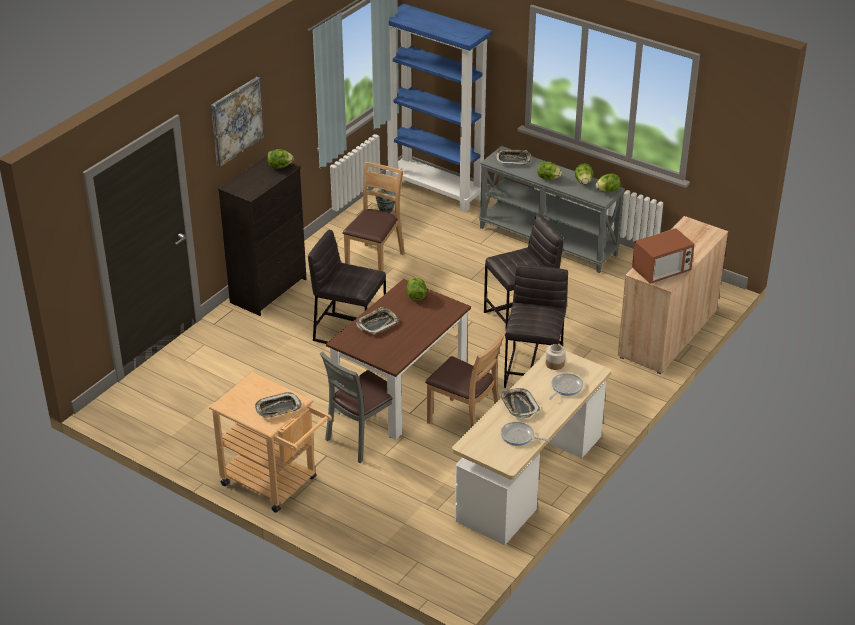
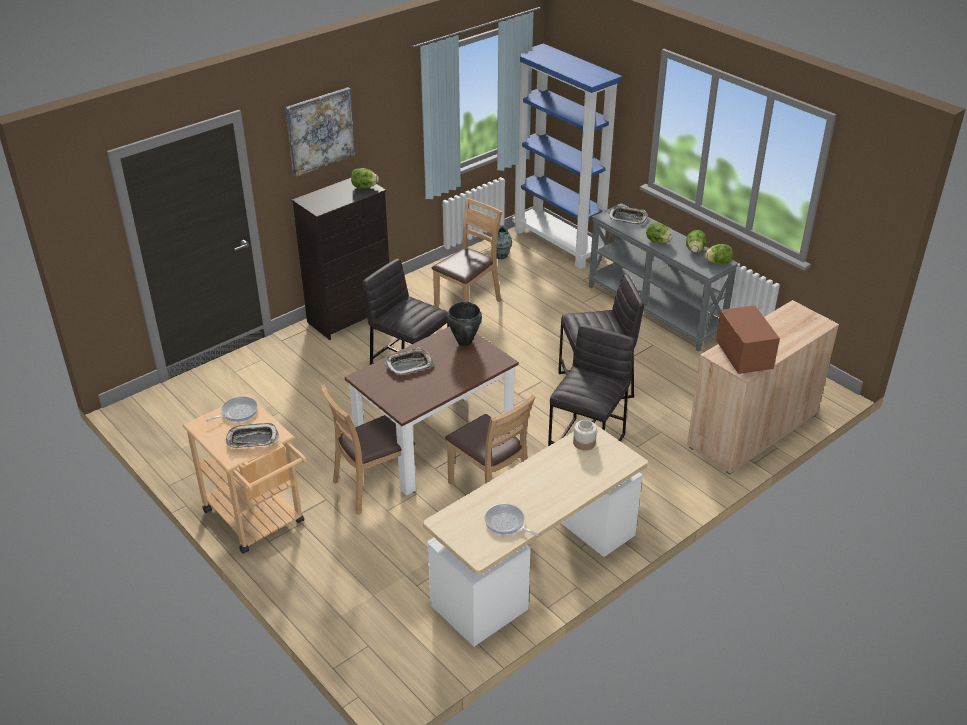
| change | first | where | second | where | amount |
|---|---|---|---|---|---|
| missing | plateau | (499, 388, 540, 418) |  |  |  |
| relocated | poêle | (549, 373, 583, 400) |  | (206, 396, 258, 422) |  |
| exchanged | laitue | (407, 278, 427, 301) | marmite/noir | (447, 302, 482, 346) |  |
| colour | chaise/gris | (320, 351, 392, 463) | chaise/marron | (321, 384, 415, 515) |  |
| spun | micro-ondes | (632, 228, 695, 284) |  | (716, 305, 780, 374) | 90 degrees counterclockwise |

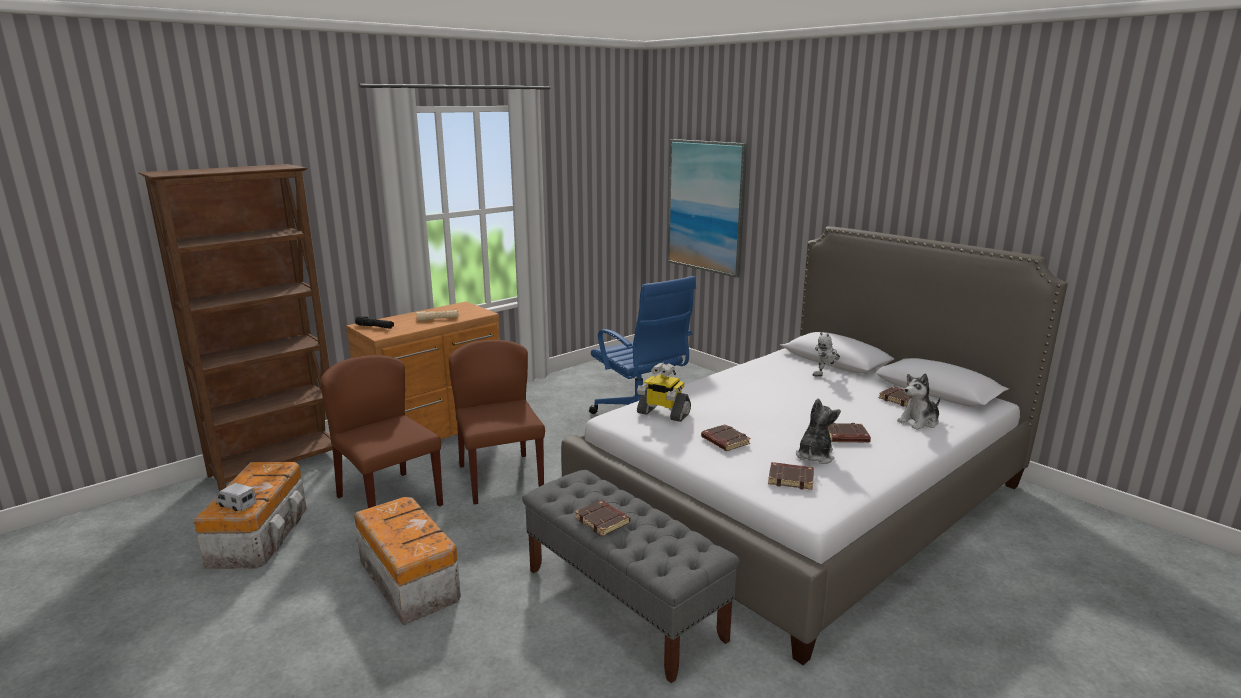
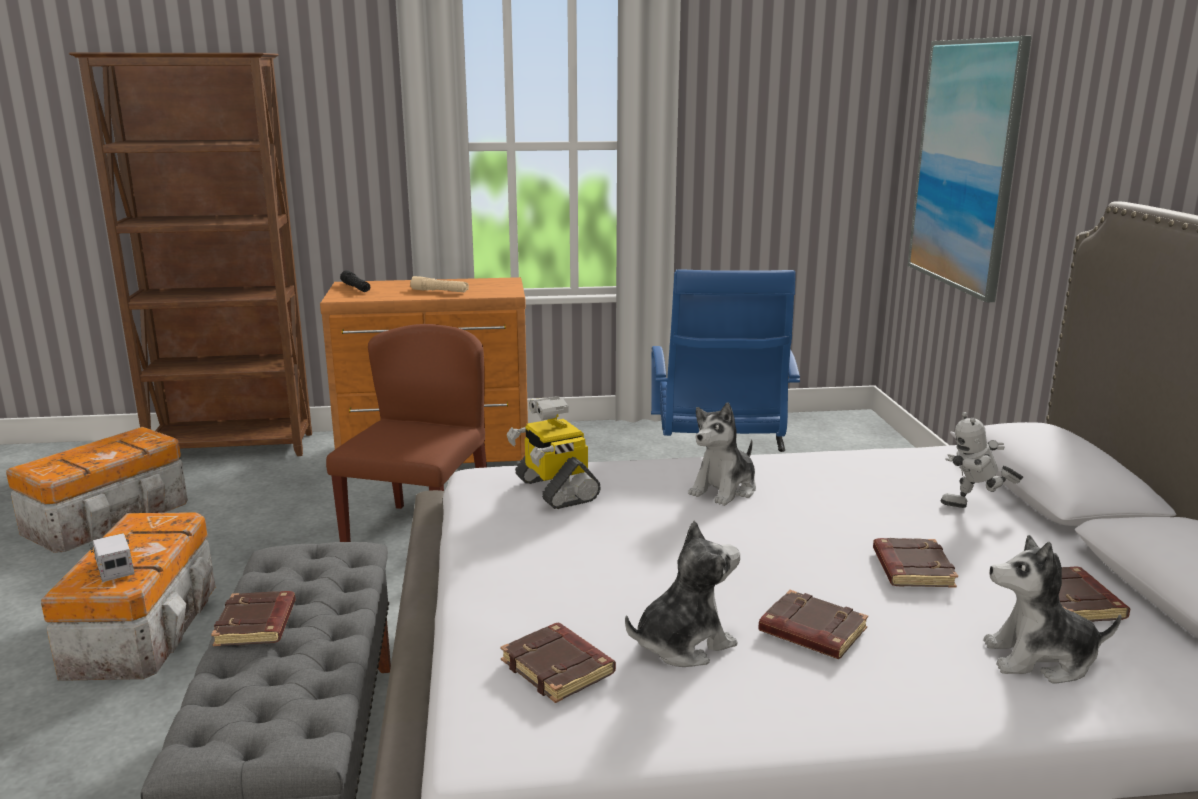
| change | first | where | second | where | amount |
|---|---|---|---|---|---|
| missing | chaise/marron | (321, 355, 443, 508) |  |  |  |
| appeared |  |  | peluche | (688, 403, 756, 506) |  |
| relocated | camion jouet | (215, 483, 257, 512) |  | (90, 533, 135, 582) |  |
| relocated | livre/marron | (701, 424, 751, 451) |  | (873, 538, 958, 588) |  |

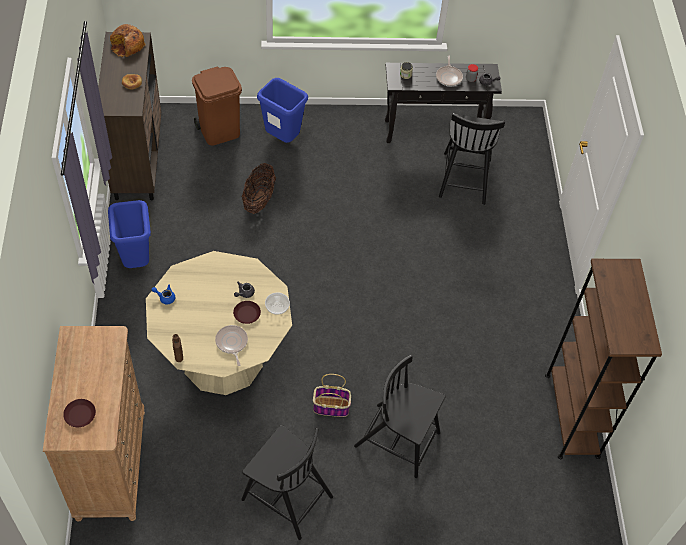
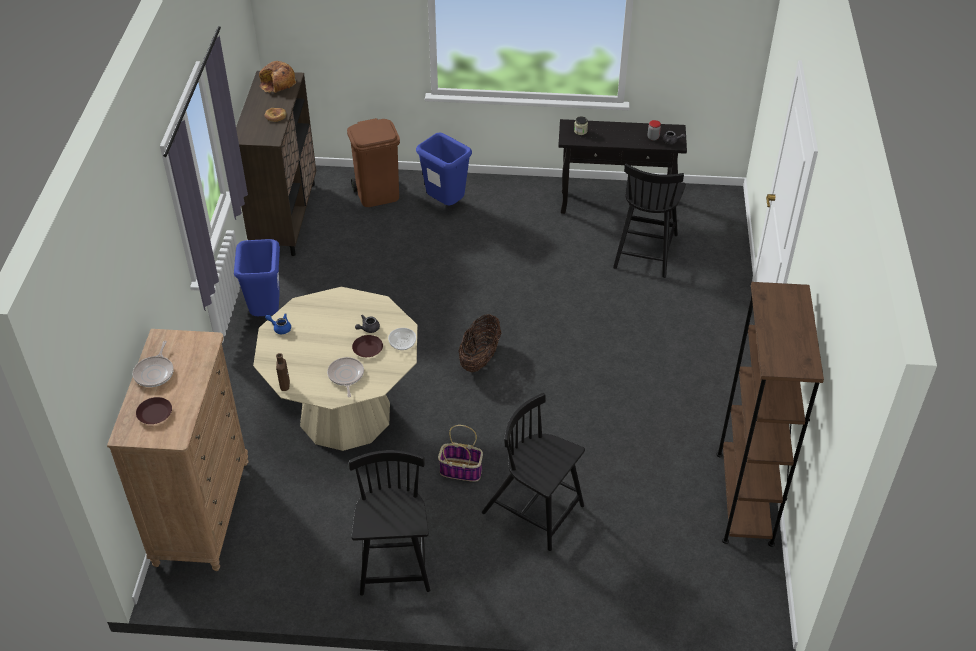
| change | first | where | second | where | amount |
|---|---|---|---|---|---|
| relocated | panier | (242, 163, 276, 214) |  | (458, 314, 501, 372) |  |
| relocated | poêle | (436, 55, 463, 86) |  | (133, 340, 174, 387) |  |
| spun | chaise/noir | (241, 425, 333, 540) |  | (349, 450, 430, 596) | 135 degrees counterclockwise |

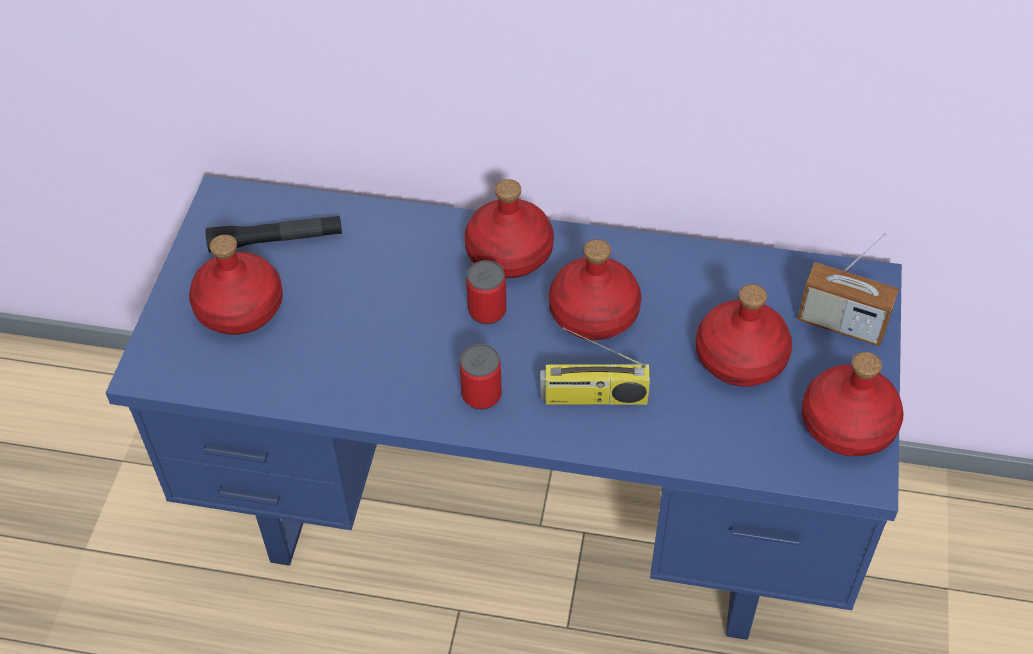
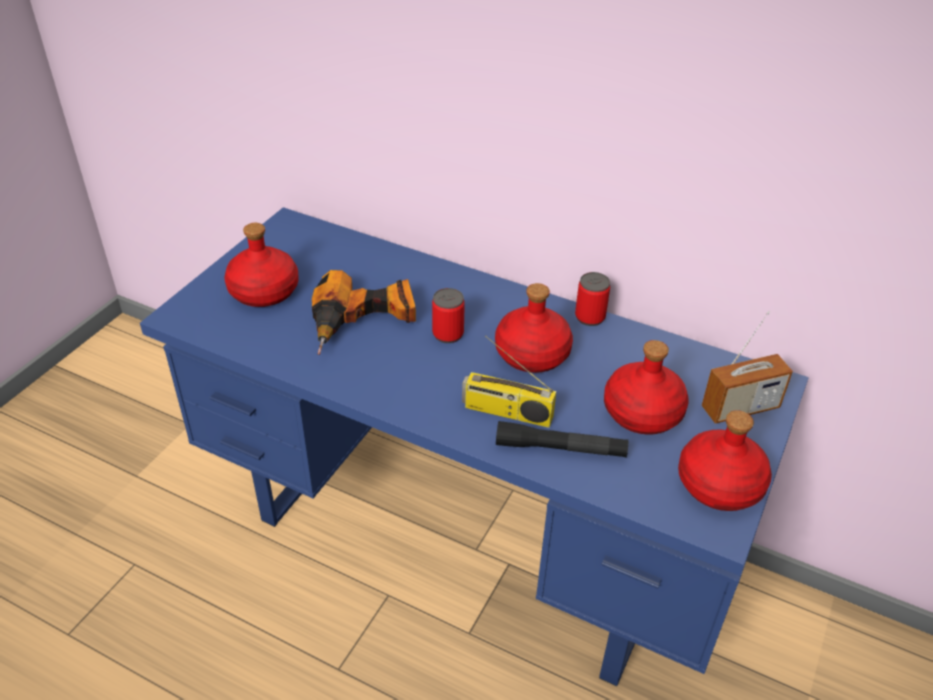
| change | first | where | second | where | amount |
|---|---|---|---|---|---|
| missing | bouteille/rouge | (465, 179, 554, 278) |  |  |  |
| appeared |  |  | perceuse | (312, 270, 416, 355) |  |
| relocated | lampe de poche/noir | (205, 215, 342, 253) |  | (496, 421, 628, 458) |  |
| relocated | boîte métallique | (459, 344, 502, 410) |  | (575, 272, 610, 326) |  |
| spun | radio | (797, 232, 899, 346) |  | (702, 311, 793, 424) | 60 degrees counterclockwise |

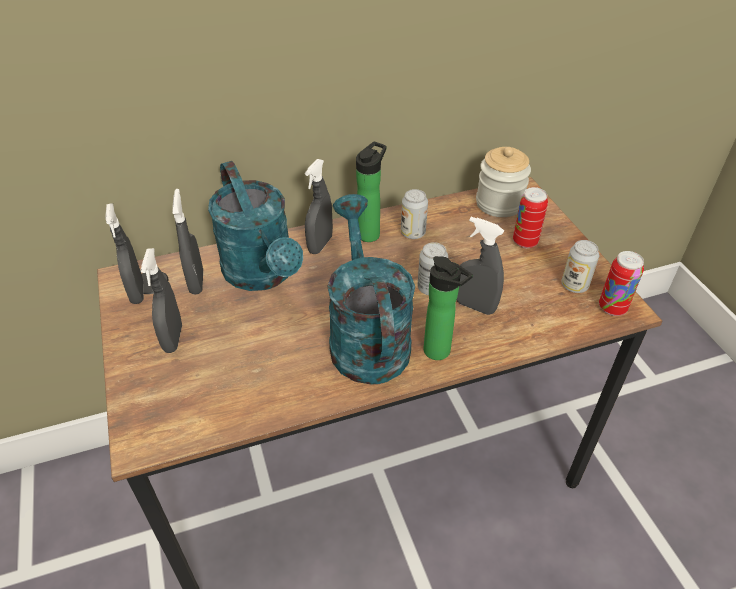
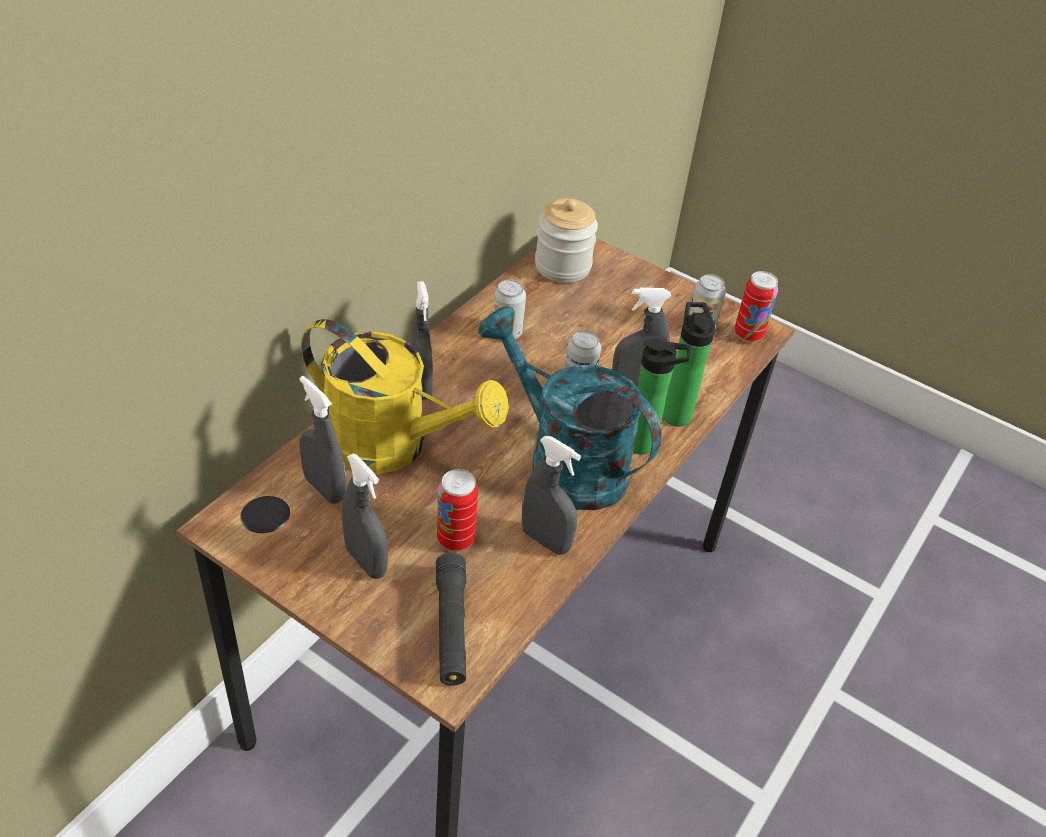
| change | first | where | second | where | amount |
|---|---|---|---|---|---|
| appeared |  |  | lampe de poche/noir | (436, 553, 466, 686) |  |
| relocated | vaporisateur/gris | (105, 204, 144, 304) |  | (522, 436, 581, 555) |  |
| relocated | bouteille | (356, 142, 387, 242) |  | (663, 302, 716, 427) |  |
| relocated | boîte métallique | (513, 187, 548, 248) |  | (437, 469, 478, 551) |  |
| colour | arrosoir/turquoise | (208, 161, 303, 291) | arrosoir/jaune | (301, 319, 509, 474) |  |

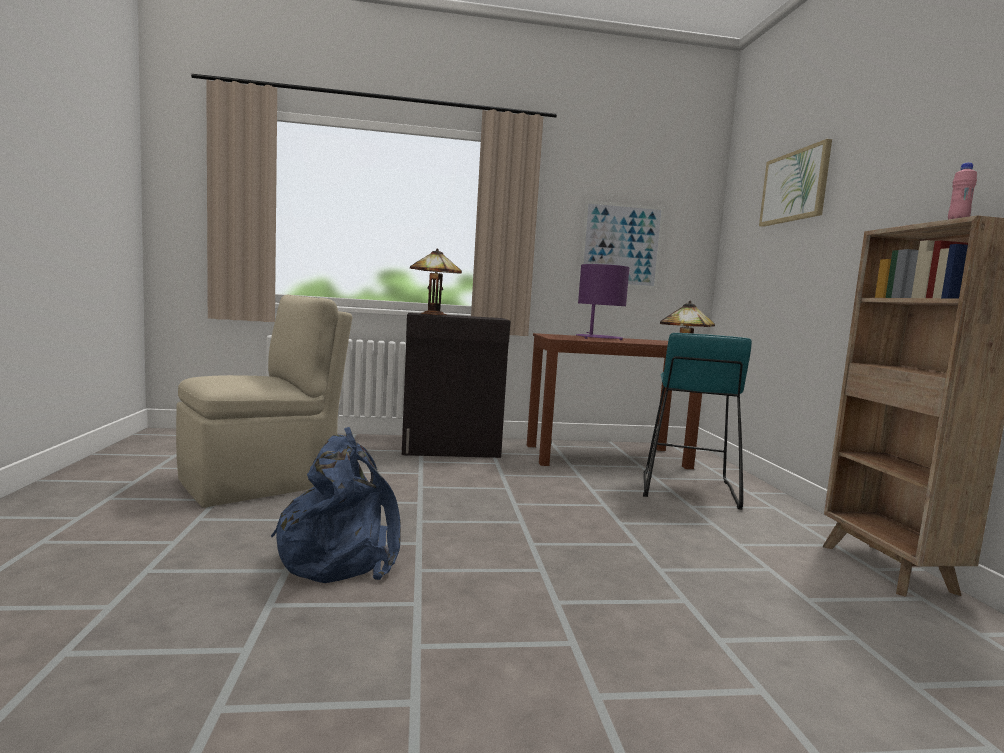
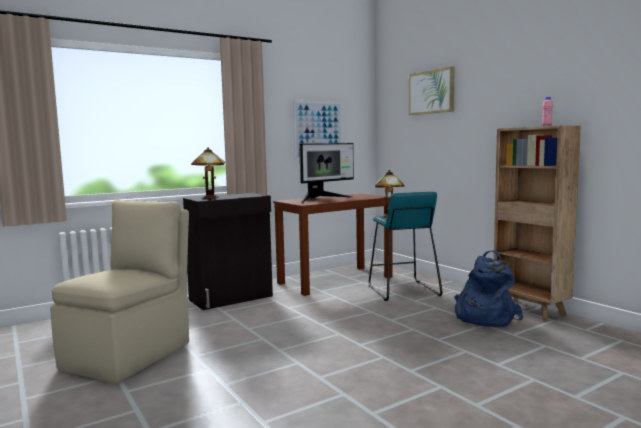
| change | first | where | second | where | amount |
|---|---|---|---|---|---|
| relocated | sac à dos/bleu | (271, 427, 401, 583) |  | (454, 250, 523, 327) |  |
| exchanged | lampe de table/violet | (576, 264, 630, 340) | écran d'ordinateur | (299, 143, 354, 203) |  |

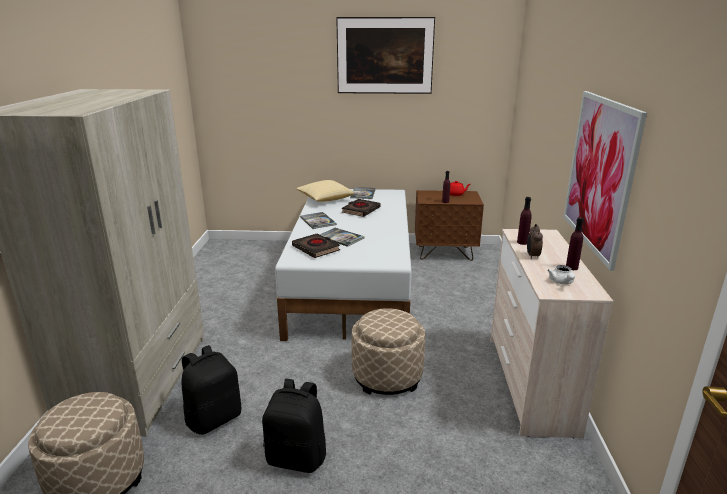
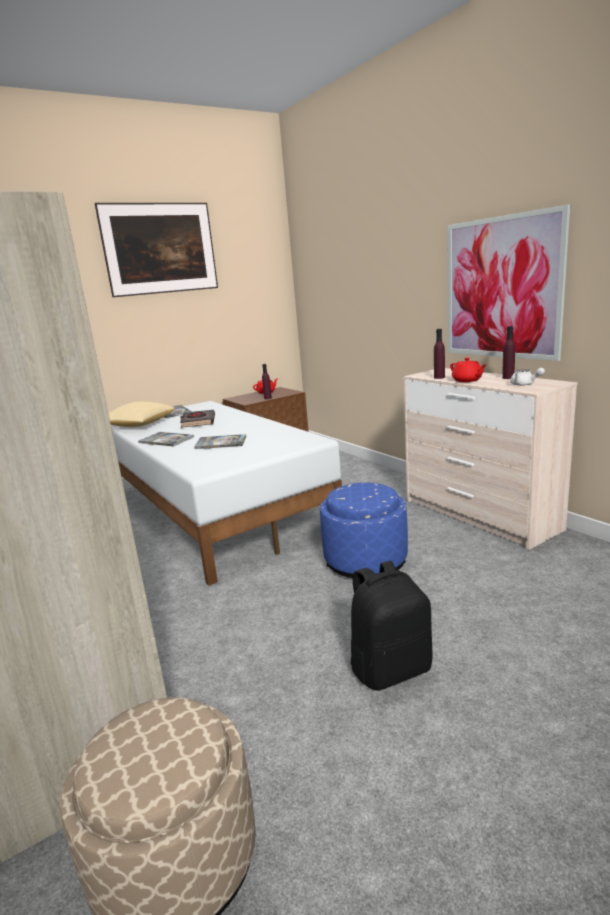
| change | first | where | second | where | amount |
|---|---|---|---|---|---|
| missing | sac à dos/noir | (182, 345, 241, 435) |  |  |  |
| missing | livre/noir | (292, 234, 340, 258) |  |  |  |
| exchanged | réveil | (527, 224, 543, 259) | théière/rouge | (450, 358, 486, 382) |  |
| colour | pouf/beige | (351, 308, 425, 395) | pouf/bleu | (320, 482, 408, 581) |  |

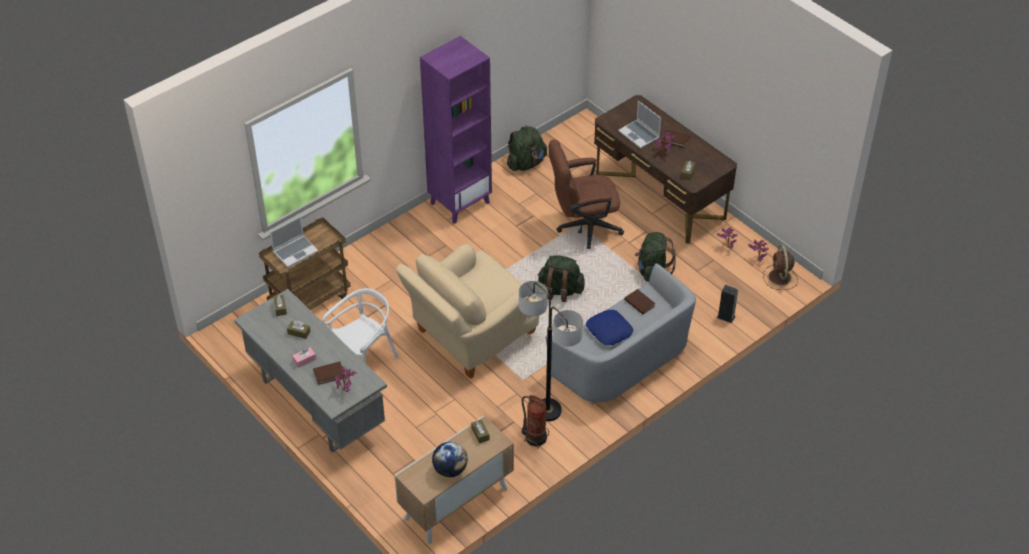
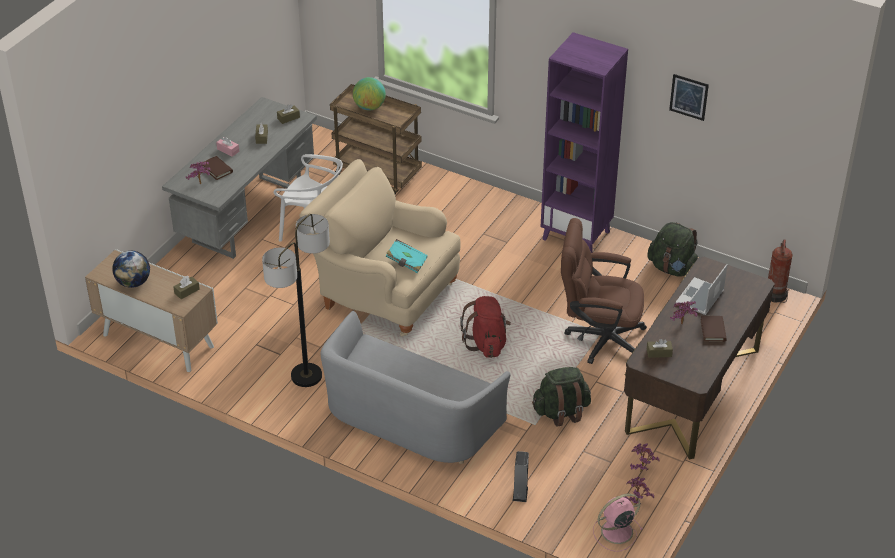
| change | first | where | second | where | amount |
|---|---|---|---|---|---|
| missing | coussin/bleu | (586, 310, 633, 345) |  |  |  |
| missing | livre/marron | (624, 289, 656, 314) |  |  |  |
| appeared |  |  | livre/turquoise | (386, 239, 428, 273) |  |
| appeared |  |  | tableau | (669, 74, 709, 121) |  |
| relocated | extincteur | (522, 395, 549, 448) |  | (768, 239, 793, 303) |  |
| exchanged | ordinateur portable | (270, 216, 318, 267) | globe | (353, 77, 386, 111) |  |
| colour | sac à dos/vert | (537, 255, 585, 302) | sac à dos/rouge | (460, 296, 511, 358) |  |
| colour | ventilateur/marron | (763, 244, 798, 290) | ventilateur/rose | (593, 493, 643, 552) |  |
| spun | chaise de bureau/marron | (549, 139, 624, 249) |  | (561, 218, 647, 364) | 45 degrees counterclockwise |

